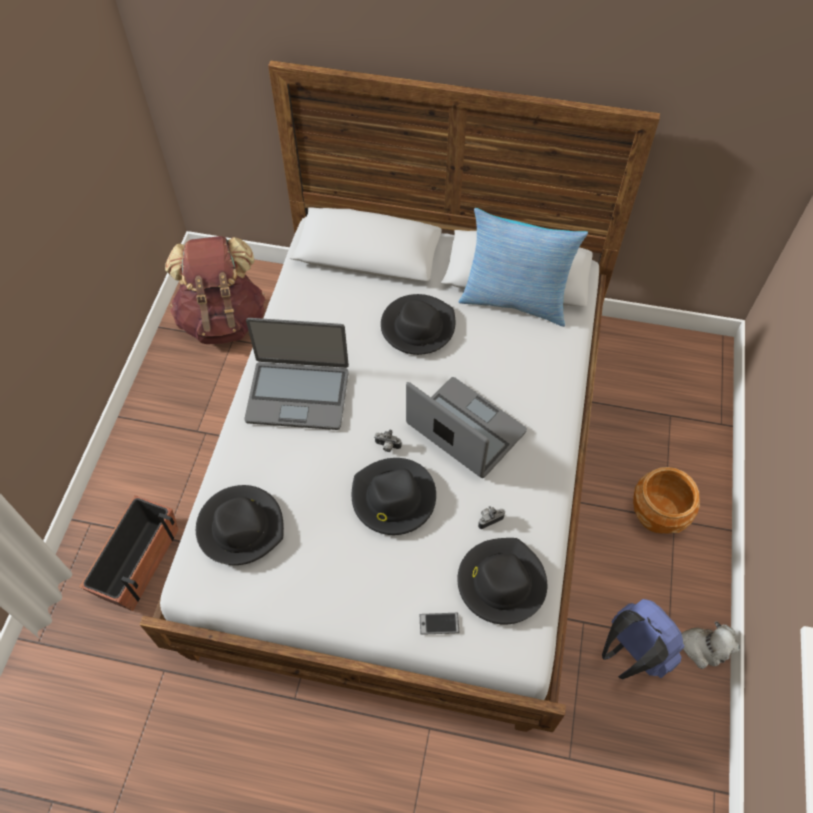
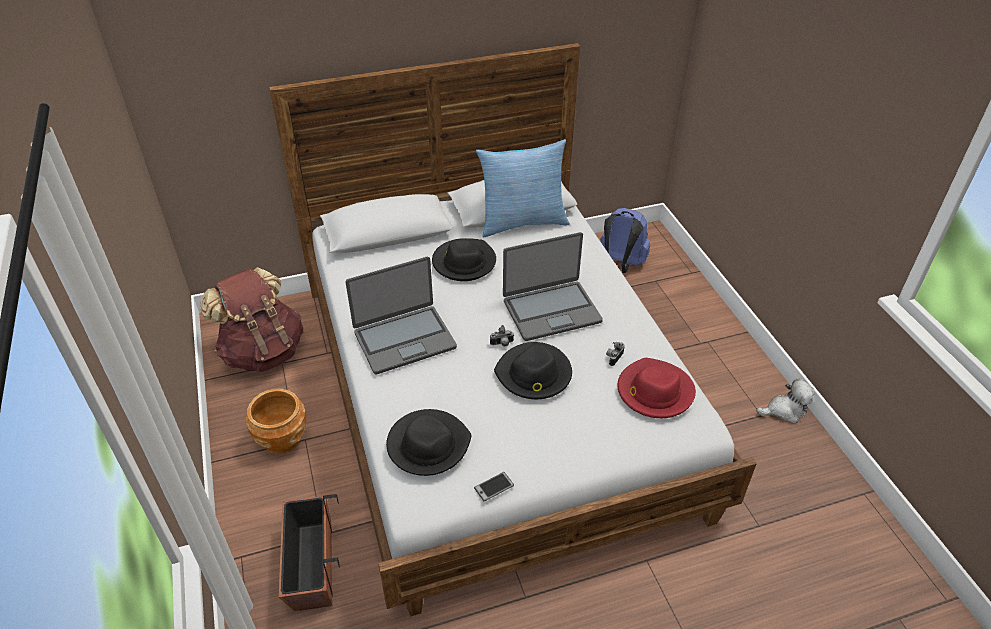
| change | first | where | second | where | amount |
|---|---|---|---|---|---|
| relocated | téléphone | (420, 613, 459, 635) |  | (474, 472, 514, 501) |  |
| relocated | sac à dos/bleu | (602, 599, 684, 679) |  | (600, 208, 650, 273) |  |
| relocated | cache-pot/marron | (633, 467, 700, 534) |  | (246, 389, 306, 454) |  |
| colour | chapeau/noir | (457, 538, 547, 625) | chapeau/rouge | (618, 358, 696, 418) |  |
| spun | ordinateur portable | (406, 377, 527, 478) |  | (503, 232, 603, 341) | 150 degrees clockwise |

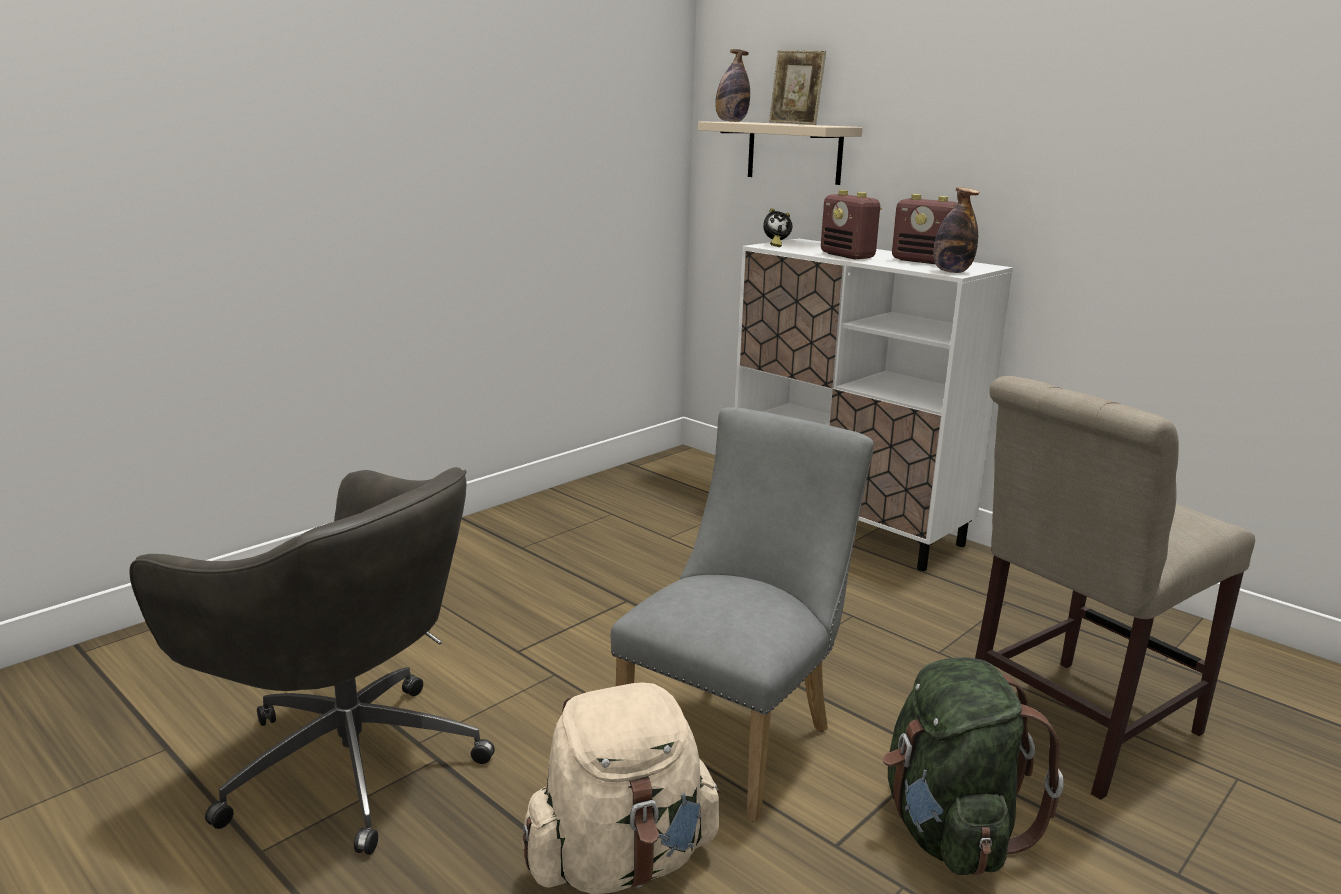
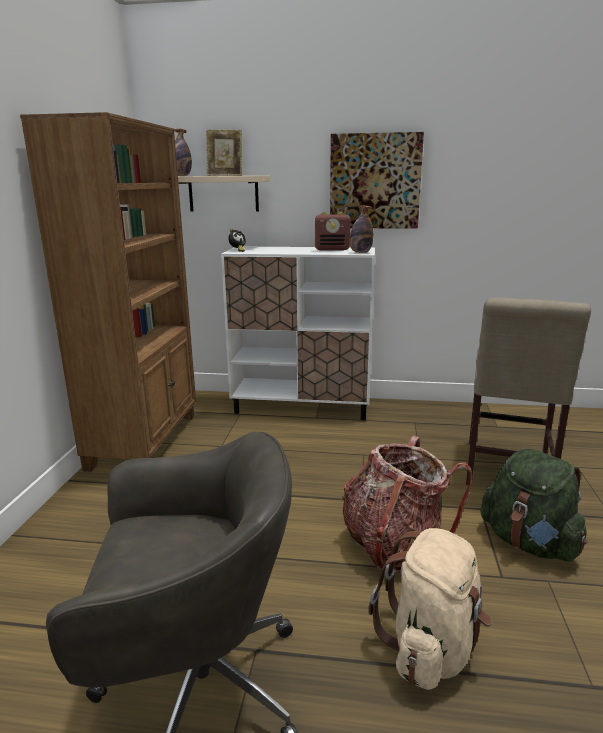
| change | first | where | second | where | amount |
|---|---|---|---|---|---|
| missing | radio | (821, 190, 882, 259) |  |  |  |
| appeared |  |  | bibliothèque/marron | (20, 112, 196, 472) |  |
| appeared |  |  | tableau | (330, 132, 424, 228) |  |
| exchanged | chaise/gris | (611, 407, 874, 823) | sac à dos | (342, 436, 472, 572) |  |

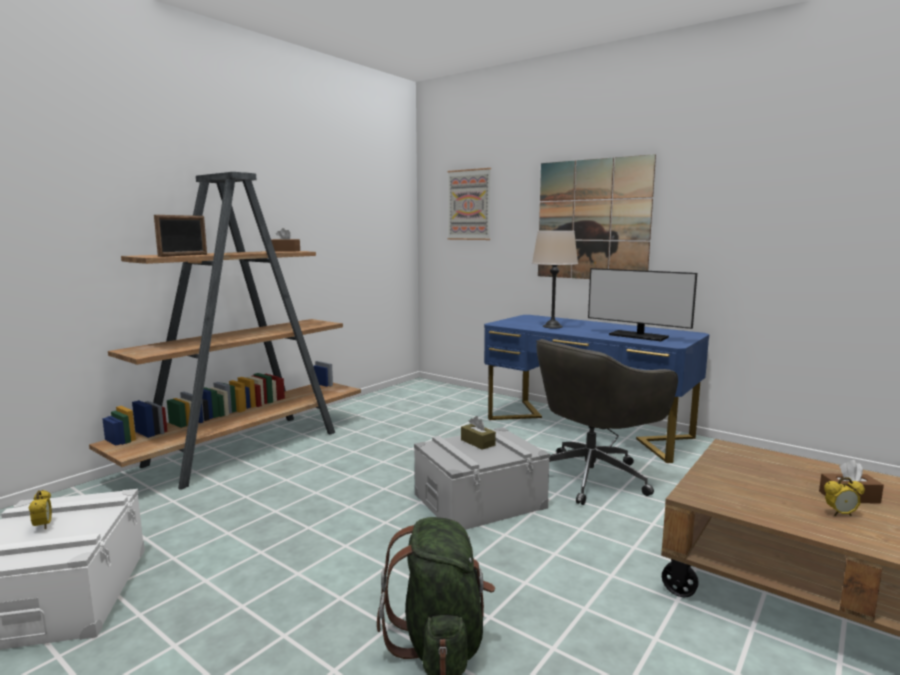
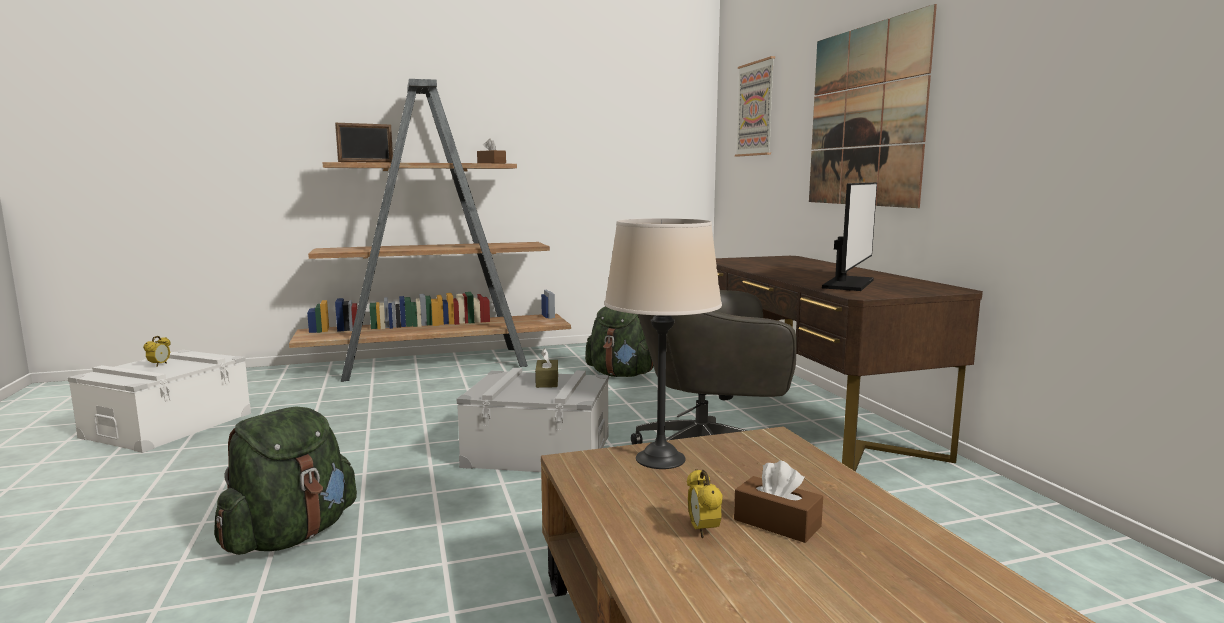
| change | first | where | second | where | amount |
|---|---|---|---|---|---|
| appeared |  |  | sac à dos/vert | (585, 306, 654, 377) |  |
| relocated | lampe de table/beige | (532, 231, 578, 328) |  | (604, 218, 722, 469) |  |
| colour | bureau/bleu | (484, 315, 710, 463) | bureau/marron | (716, 256, 983, 472) |  |
| spun | écran d'ordinateur | (588, 268, 697, 341) |  | (822, 182, 877, 291) | 135 degrees counterclockwise |
| spun | réveil | (824, 477, 865, 516) |  | (687, 469, 723, 538) | 45 degrees clockwise |

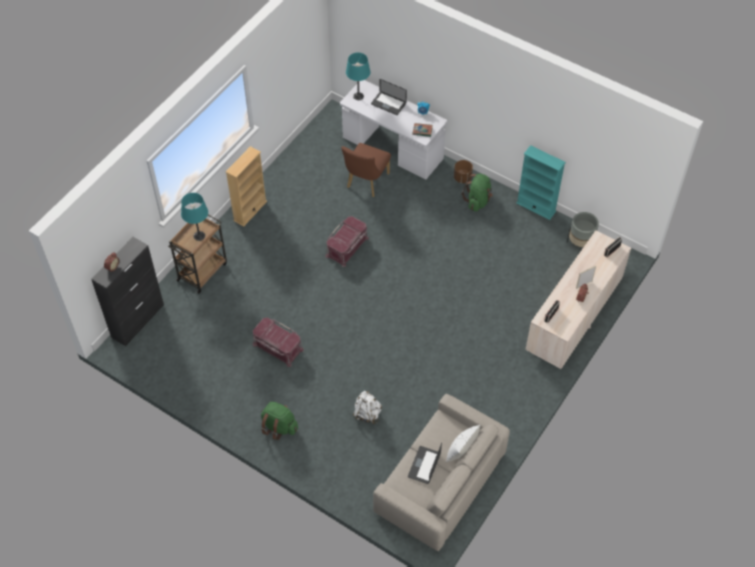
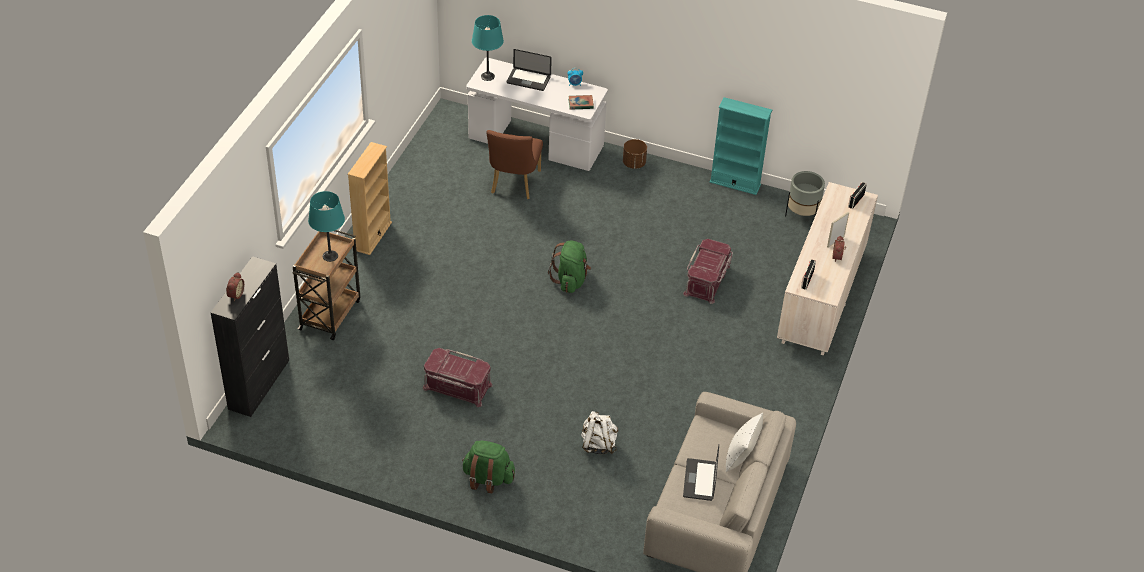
| change | first | where | second | where | amount |
|---|---|---|---|---|---|
| relocated | boîte de rangement/rouge | (325, 216, 369, 267) |  | (683, 239, 733, 304) |  |
| relocated | sac à dos/vert | (461, 174, 493, 211) |  | (548, 241, 591, 293) |  |

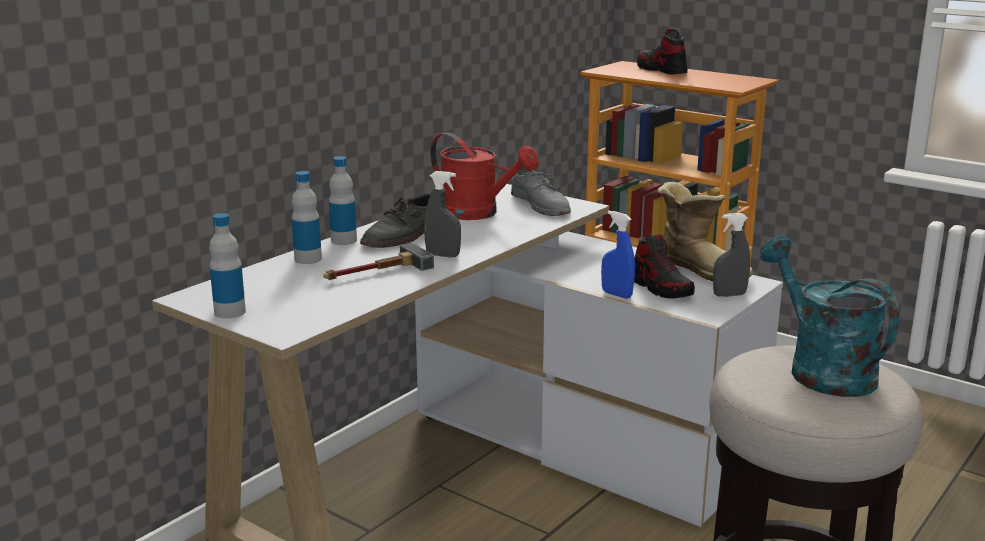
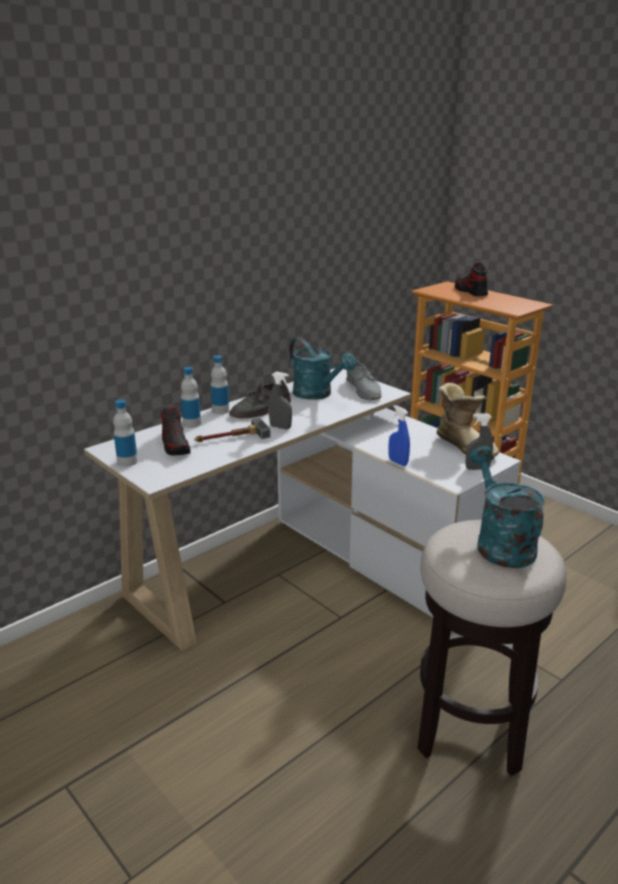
| change | first | where | second | where | amount |
|---|---|---|---|---|---|
| relocated | chaussure | (634, 234, 695, 298) |  | (161, 406, 191, 456) |  |
| colour | arrosoir/rouge | (430, 132, 539, 220) | arrosoir/turquoise | (289, 338, 356, 400) |  |

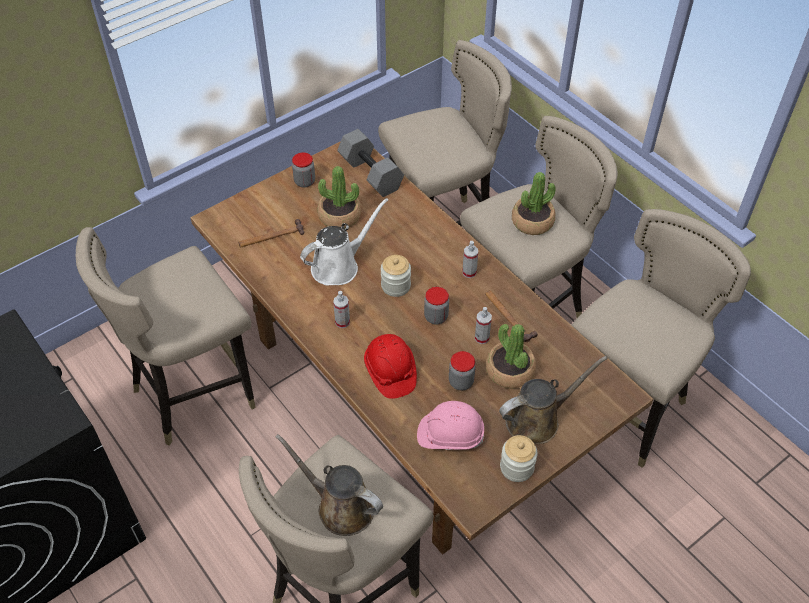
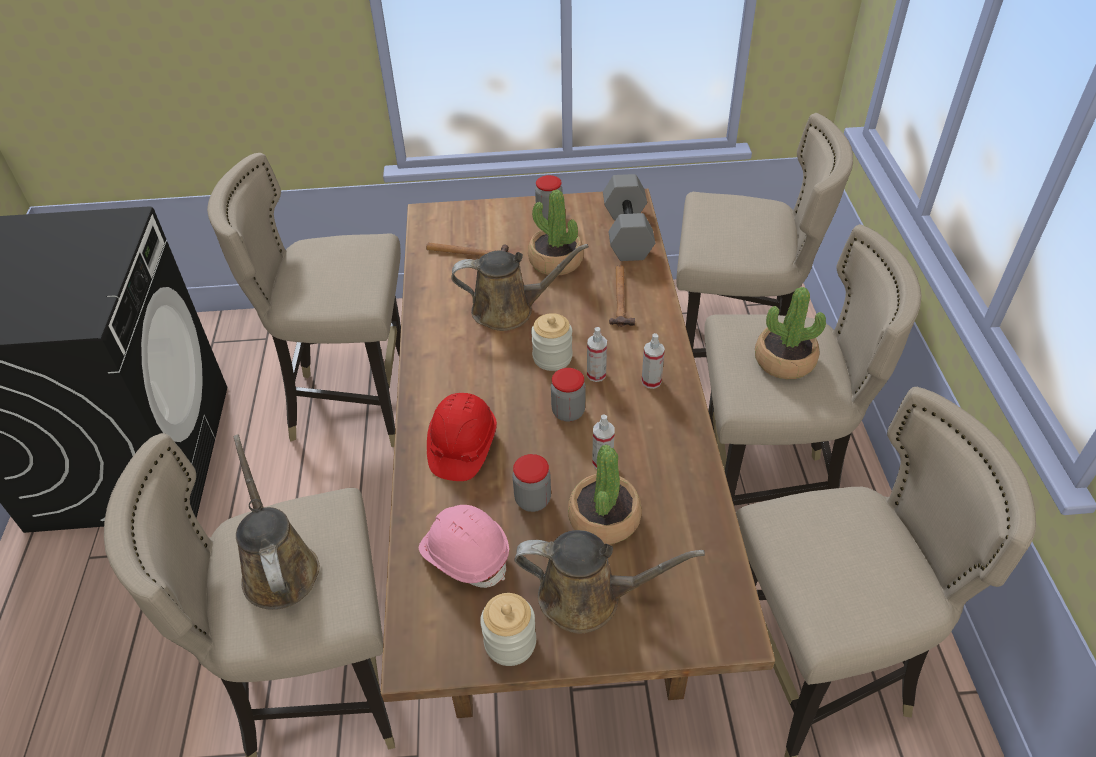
| change | first | where | second | where | amount |
|---|---|---|---|---|---|
| relocated | vaporisateur | (333, 291, 350, 328) |  | (587, 327, 607, 382) |  |
| relocated | marteau | (485, 290, 538, 342) |  | (609, 265, 635, 327) |  |
| colour | arrosoir/blanc | (300, 198, 388, 286) | arrosoir/marron | (451, 244, 588, 331) |  |

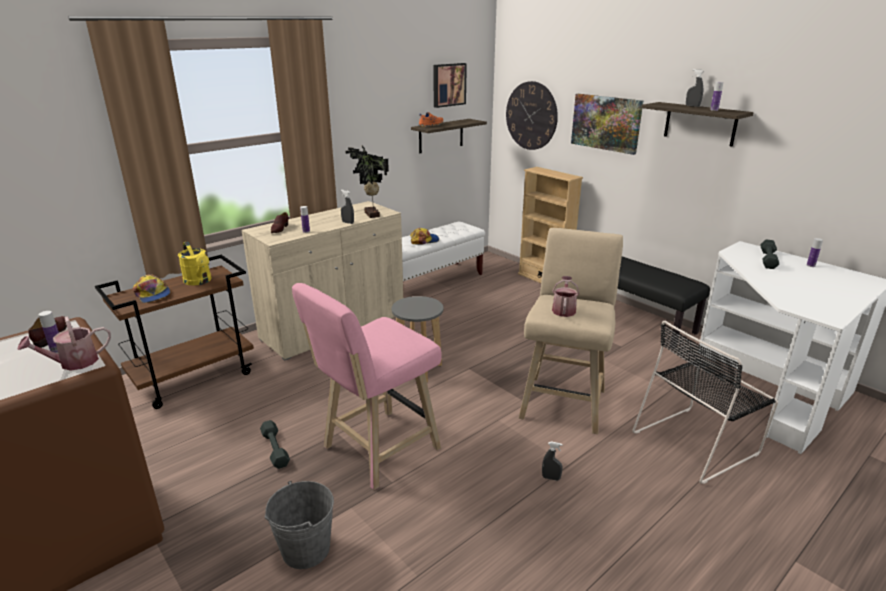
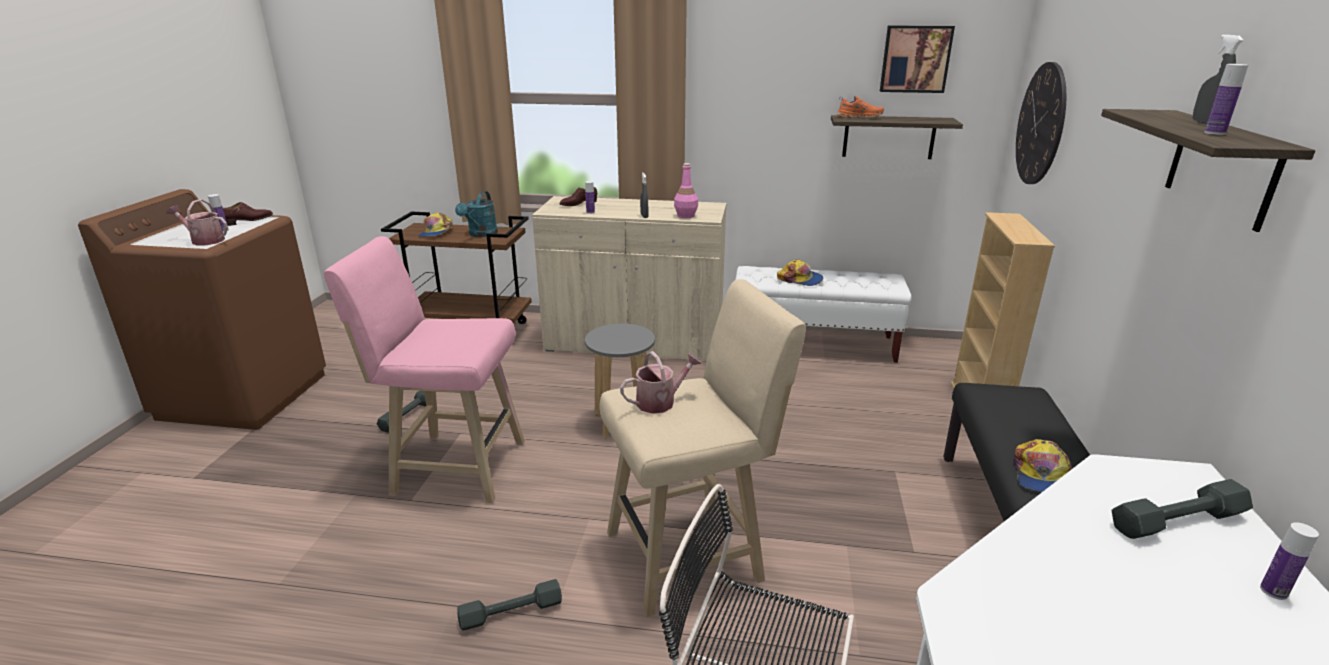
| change | first | where | second | where | amount |
|---|---|---|---|---|---|
| missing | seau/gris | (265, 481, 334, 569) |  |  |  |
| missing | tableau | (571, 94, 643, 155) |  |  |  |
| appeared |  |  | casquette | (1014, 439, 1072, 493) |  |
| exchanged | plante en pot | (345, 145, 389, 218) | bouteille/rose | (674, 163, 698, 218) |  |
| exchanged | vaporisateur/gris | (542, 441, 563, 481) | haltère/gris | (457, 579, 562, 630) |  |
| colour | arrosoir/jaune | (178, 241, 211, 286) | arrosoir/turquoise | (455, 191, 498, 237) |  |

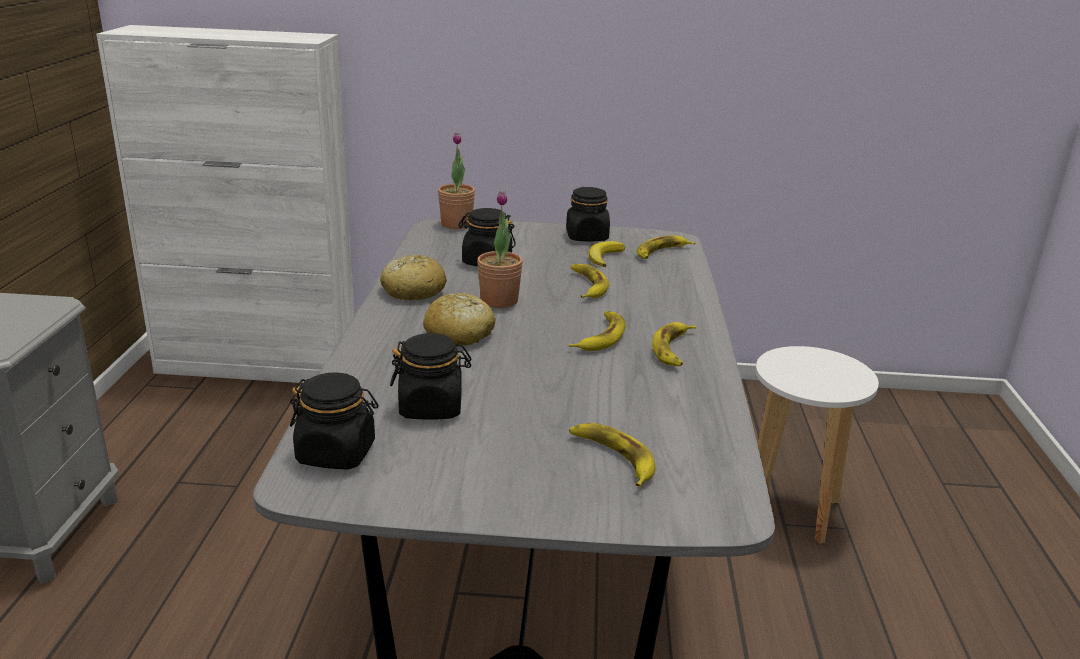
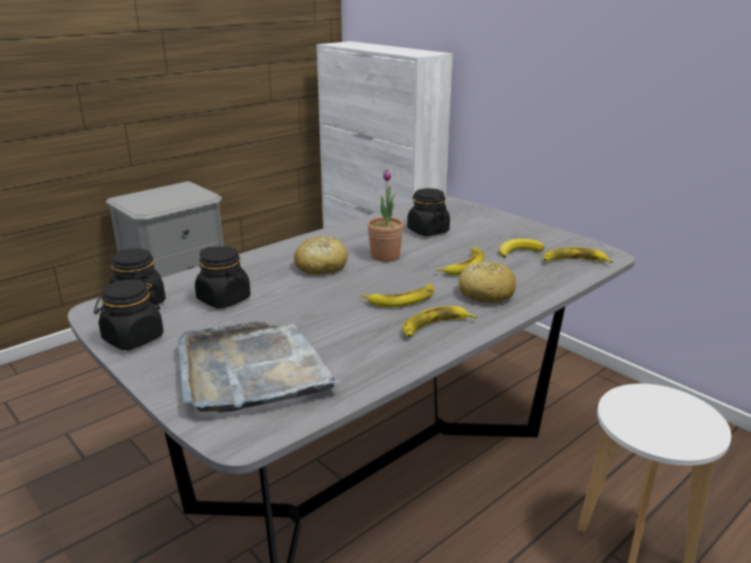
| change | first | where | second | where | amount |
|---|---|---|---|---|---|
| missing | plante en pot | (438, 133, 475, 229) |  |  |  |
| relocated | pain | (380, 255, 447, 300) |  | (459, 262, 516, 303) |  |
| relocated | bocal/noir | (566, 187, 610, 242) |  | (94, 279, 164, 351) |  |
| exchanged | banane | (569, 423, 655, 487) | plateau/gris | (178, 321, 341, 413) |  |

